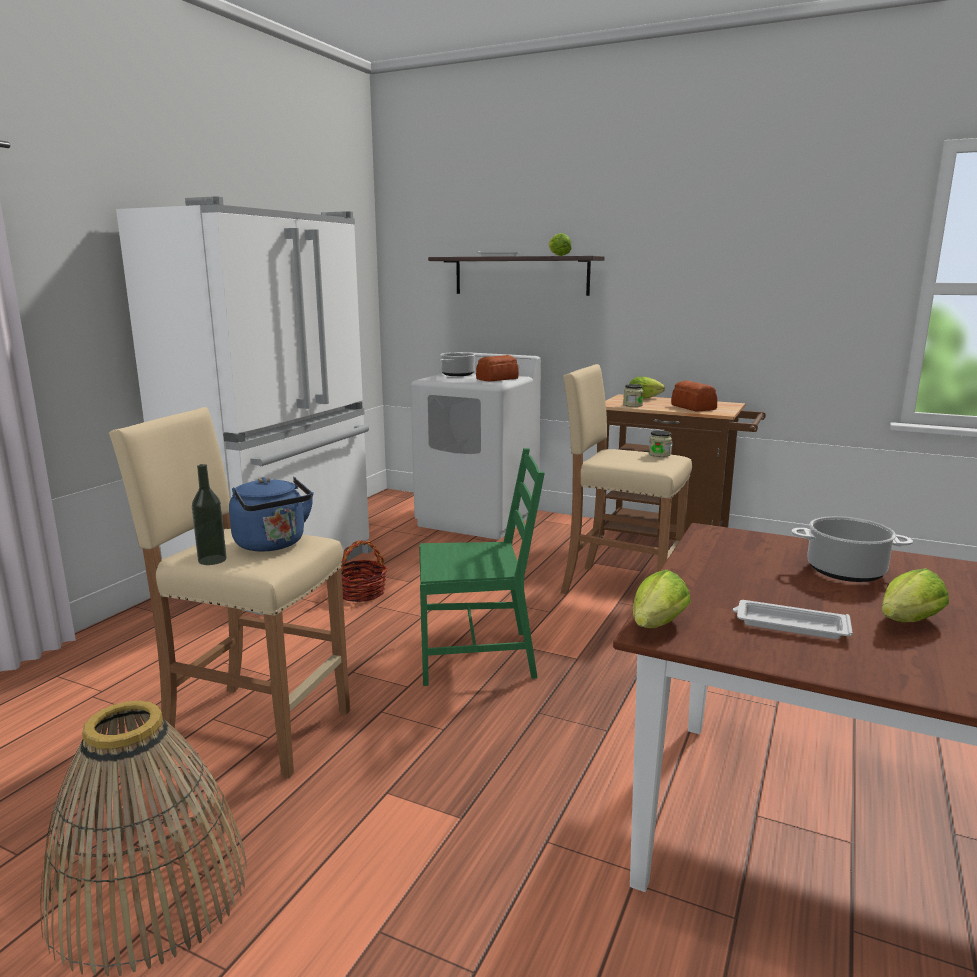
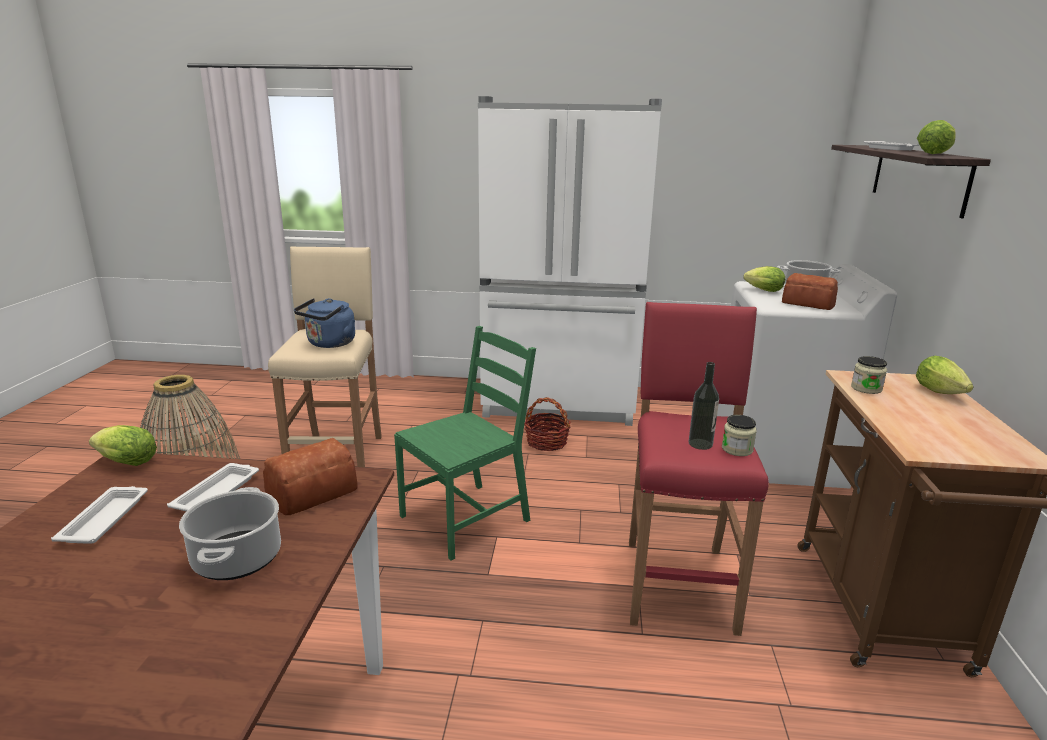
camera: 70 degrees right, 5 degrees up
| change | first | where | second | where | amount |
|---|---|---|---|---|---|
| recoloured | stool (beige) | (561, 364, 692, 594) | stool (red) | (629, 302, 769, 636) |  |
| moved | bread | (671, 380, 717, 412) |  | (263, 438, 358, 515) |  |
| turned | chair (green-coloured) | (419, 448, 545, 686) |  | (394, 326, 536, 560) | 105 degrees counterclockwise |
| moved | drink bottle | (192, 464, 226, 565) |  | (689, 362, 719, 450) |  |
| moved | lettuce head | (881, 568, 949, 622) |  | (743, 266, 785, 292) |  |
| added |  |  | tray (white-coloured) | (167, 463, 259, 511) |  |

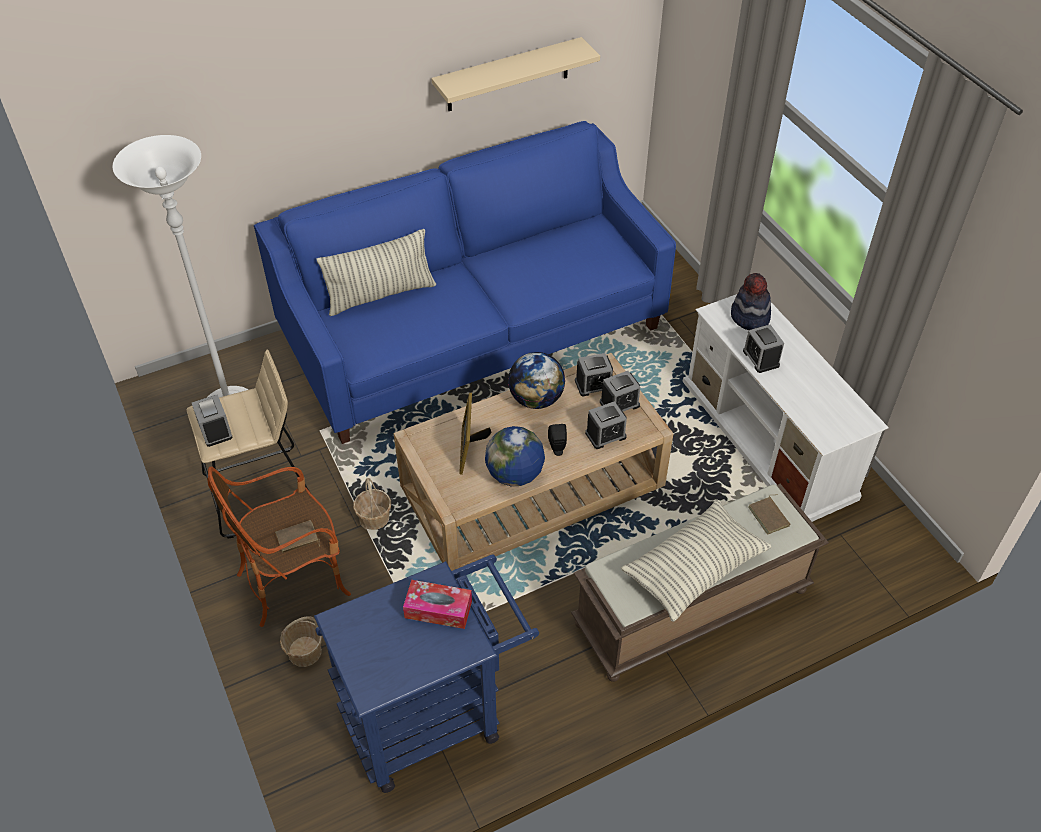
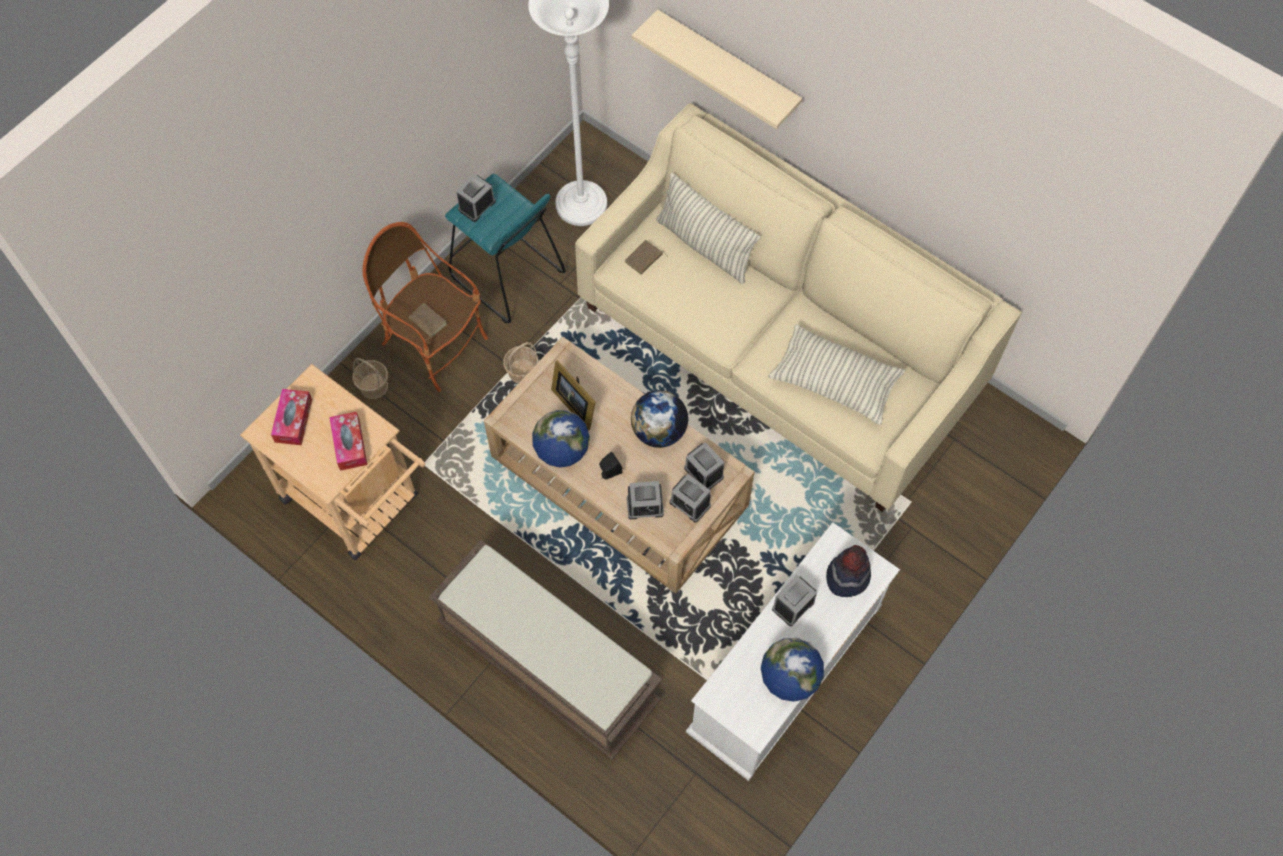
camera: 65 degrees right, 15 degrees up
| change | first | where | second | where | amount |
|---|---|---|---|---|---|
| moved | wall shelf (beige) | (431, 37, 600, 111) |  | (632, 9, 802, 129) |  |
| recoloured | sofa (blue-coloured) | (254, 121, 676, 444) | sofa (beige) | (575, 103, 1022, 512) |  |
| recoloured | stool (beige) | (187, 350, 310, 538) | stool (blue-green) | (445, 174, 566, 323) |  |
| turned | photo frame | (459, 393, 492, 475) |  | (551, 360, 596, 431) | 105 degrees counterclockwise |
| turned | bedside clock | (585, 401, 627, 449) |  | (627, 481, 664, 520) | 45 degrees counterclockwise |
| moved | bound book (brownish) | (749, 494, 790, 535) |  | (625, 240, 668, 274) |  |
| moved | pillow | (621, 499, 771, 622) |  | (769, 324, 905, 425) |  |
| recoloured | wheeled cart (blue-coloured) | (314, 554, 539, 793) | wheeled cart (beige) | (240, 364, 426, 560) |  |
| added |  |  | box of tissues | (271, 389, 312, 445) |  |
| added |  |  | world globe | (761, 638, 824, 702) |  |

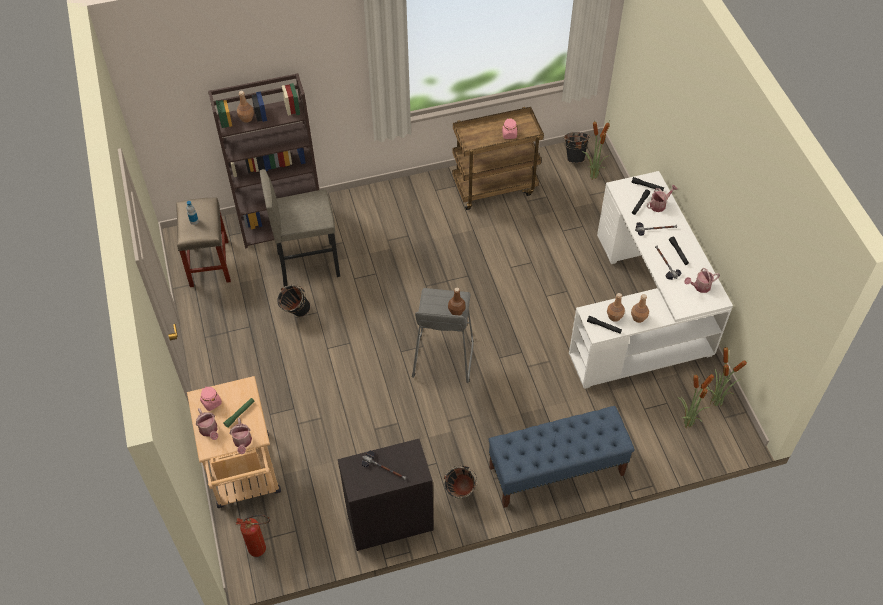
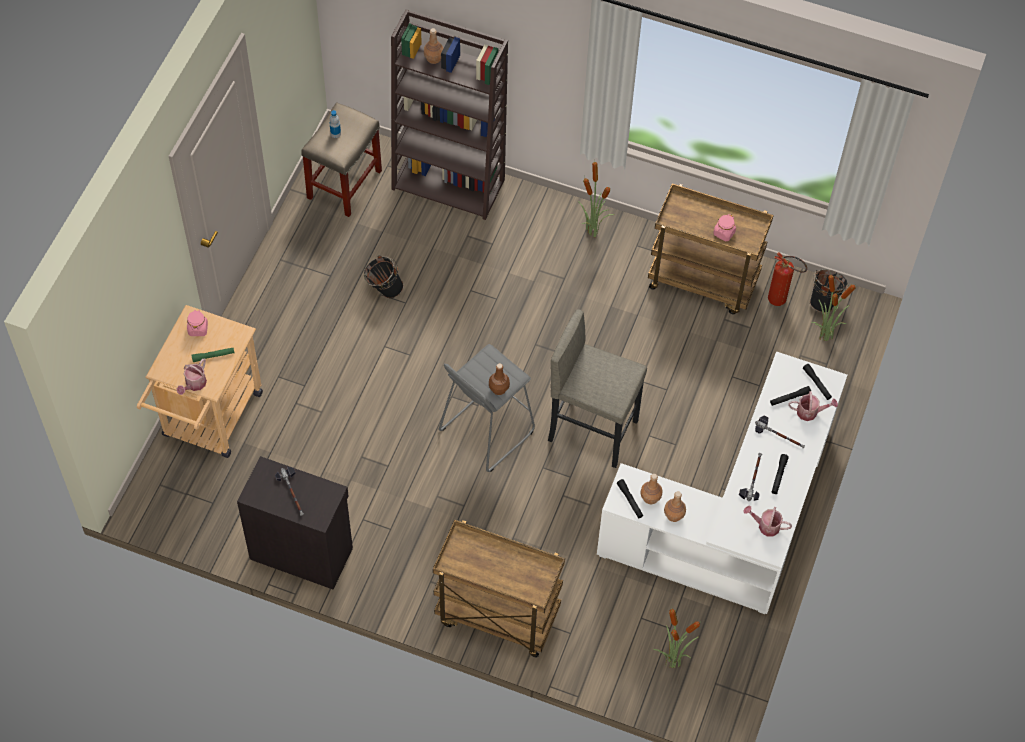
camera: 35 degrees right, 5 degrees up
| change | first | where | second | where | amount |
|---|---|---|---|---|---|
| moved | stool (grey) | (260, 169, 340, 287) |  | (548, 309, 647, 468) |  |
| moved | potted plant | (706, 347, 748, 406) |  | (578, 162, 615, 237) |  |
| replaced | indoor bench (blue-coloured) | (488, 406, 635, 508) | wheeled cart (brownish) | (433, 520, 565, 658) |  |
| removed | watering can | (196, 408, 218, 440) |  |  |  |
| removed | water bucket (black) | (444, 465, 477, 498) |  |  |  |
| moved | fire-fighting cylinder | (236, 515, 270, 557) |  | (768, 252, 807, 306) |  |

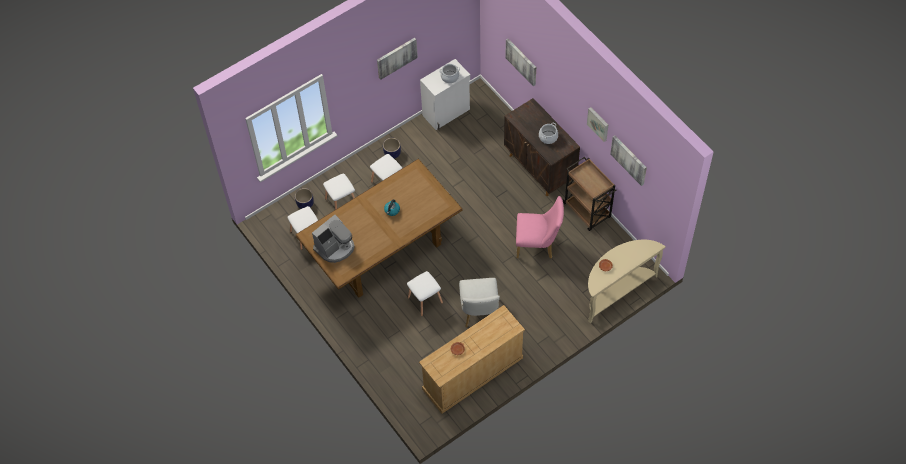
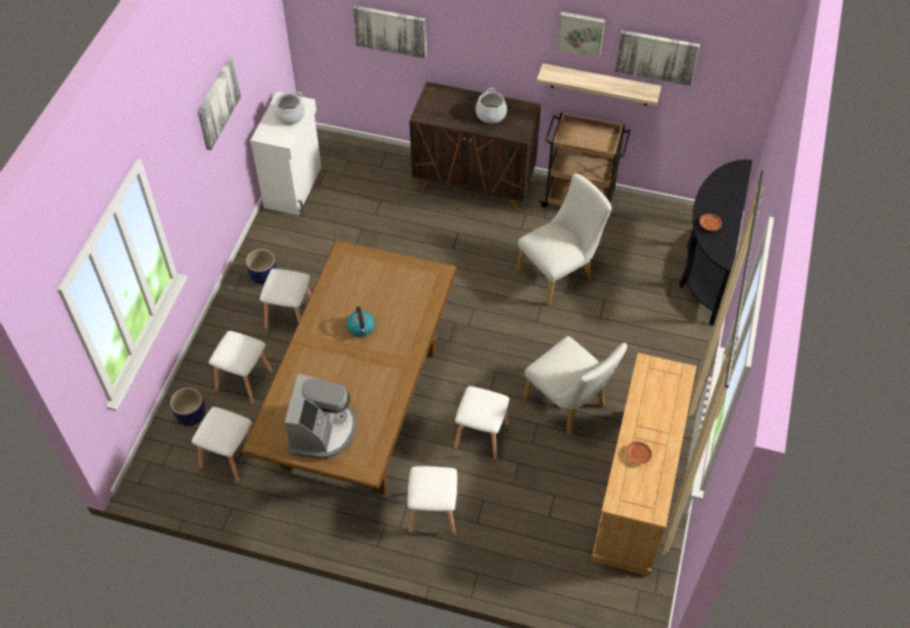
camera: 40 degrees left, 5 degrees down
| change | first | where | second | where | amount |
|---|---|---|---|---|---|
| recoloured | chair (pink-coloured) | (516, 196, 564, 258) | chair (white-coloured) | (517, 173, 612, 305) |  |
| recoloured | hall table (beige) | (588, 240, 666, 323) | hall table (black) | (679, 159, 752, 326) |  |
| added |  |  | wall shelf | (537, 63, 661, 106) |  |
| added |  |  | stool (white-coloured) | (408, 466, 458, 535) |  |

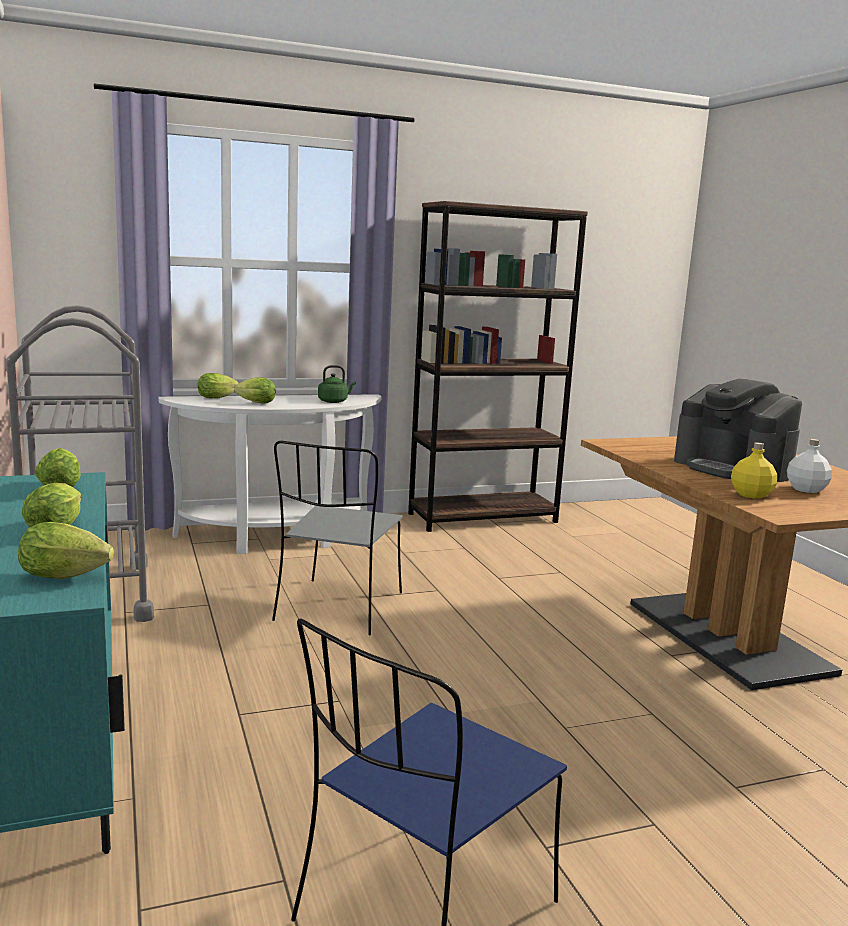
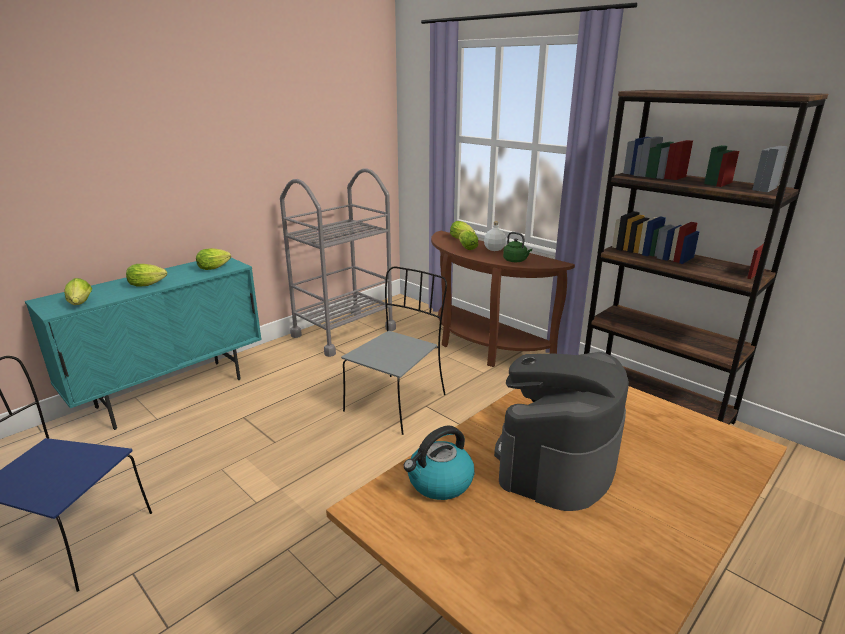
camera: 65 degrees right, 10 degrees up
| change | first | where | second | where | amount |
|---|---|---|---|---|---|
| recoloured | hall table (white-coloured) | (158, 394, 381, 554) | hall table (brownish) | (431, 231, 575, 367) |  |
| moved | drink bottle (white-coloured) | (787, 439, 832, 493) |  | (484, 222, 506, 251) |  |
| turned | chair (grey) | (272, 441, 403, 635) |  | (341, 266, 447, 435) | 135 degrees clockwise |
| replaced | drink bottle (yellow) | (731, 442, 777, 499) | water kettle | (403, 426, 475, 500) |  |

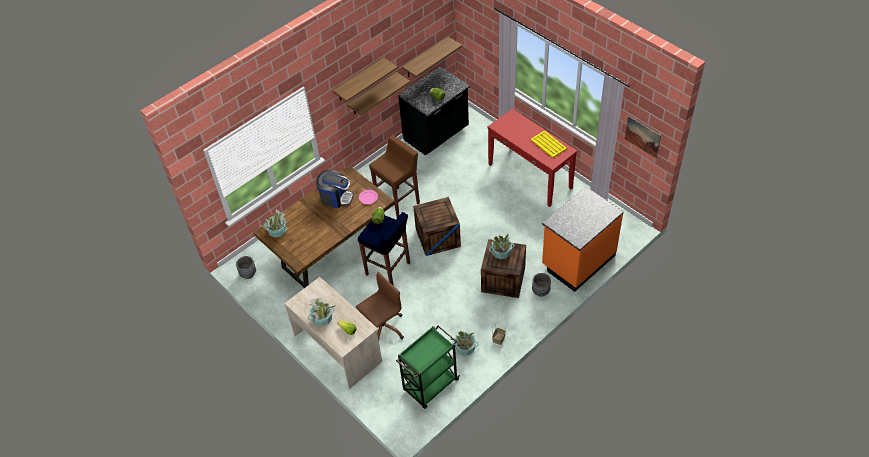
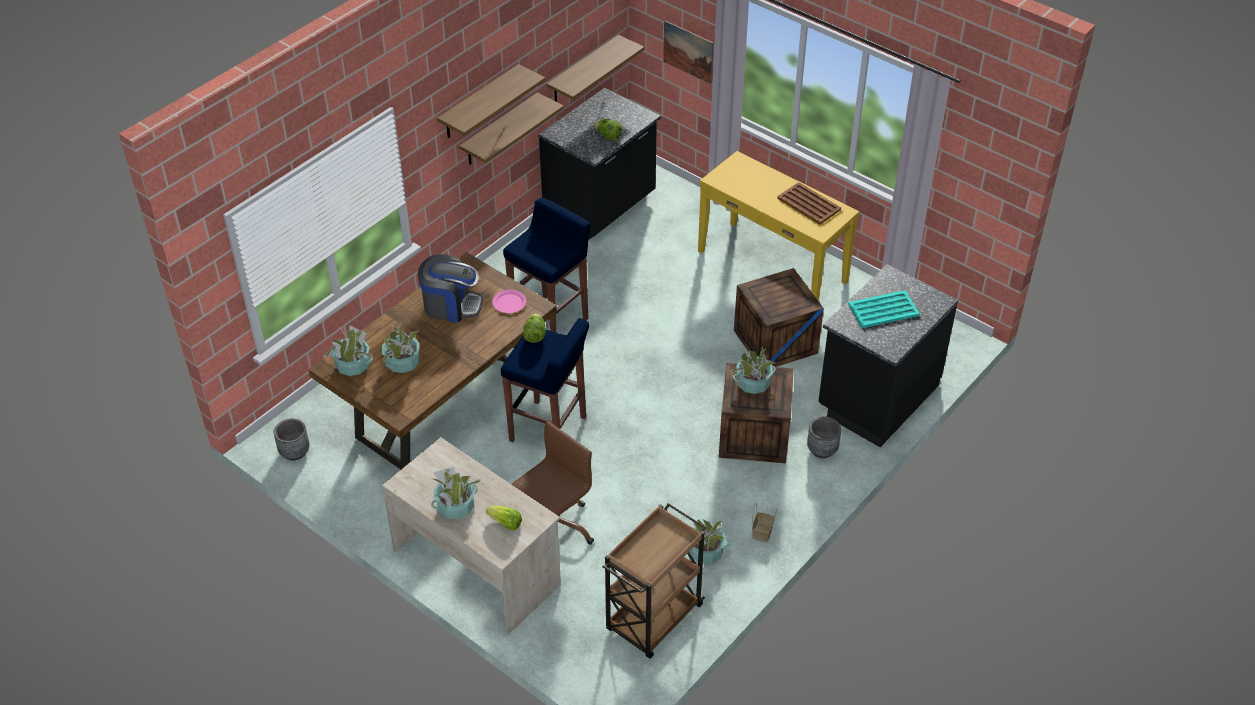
camera: 10 degrees left, 5 degrees down
| change | first | where | second | where | amount |
|---|---|---|---|---|---|
| recoloured | hall table (red) | (488, 109, 577, 207) | hall table (yellow) | (698, 151, 859, 301) |  |
| moved | wall picture | (625, 116, 661, 158) |  | (663, 20, 714, 84) |  |
| recoloured | tray (yellow) | (531, 130, 567, 158) | tray (brownish) | (777, 182, 841, 225) |  |
| recoloured | stool (brownish) | (369, 136, 420, 218) | stool (blue-coloured) | (503, 198, 591, 332) |  |
| recoloured | kitchen counter (orange-coloured) | (542, 187, 624, 292) | kitchen counter (black) | (818, 264, 958, 447) |  |
| moved | crate | (413, 197, 461, 256) |  | (734, 268, 824, 367) |  |
| recoloured | wheeled cart (green-coloured) | (396, 326, 460, 409) | wheeled cart (brownish) | (602, 503, 706, 659) |  |
| added |  |  | tray (blue-green) | (848, 290, 920, 328) |  |
| added |  |  | potted plant | (382, 324, 419, 373) |  |

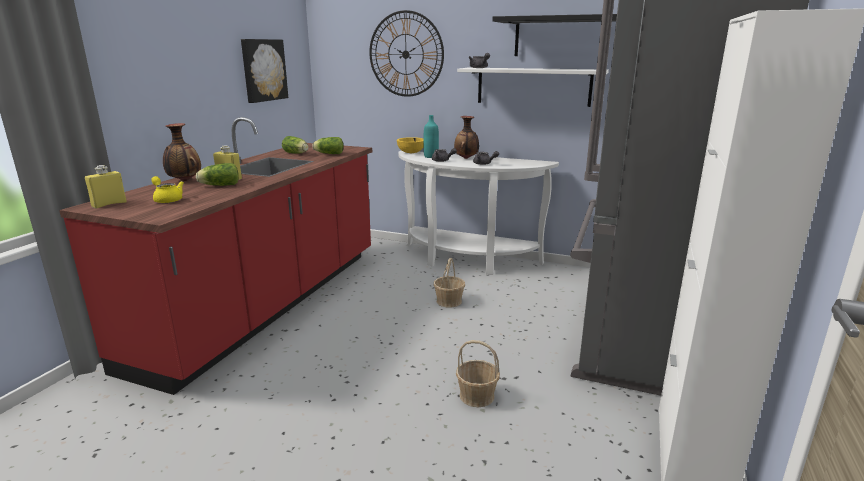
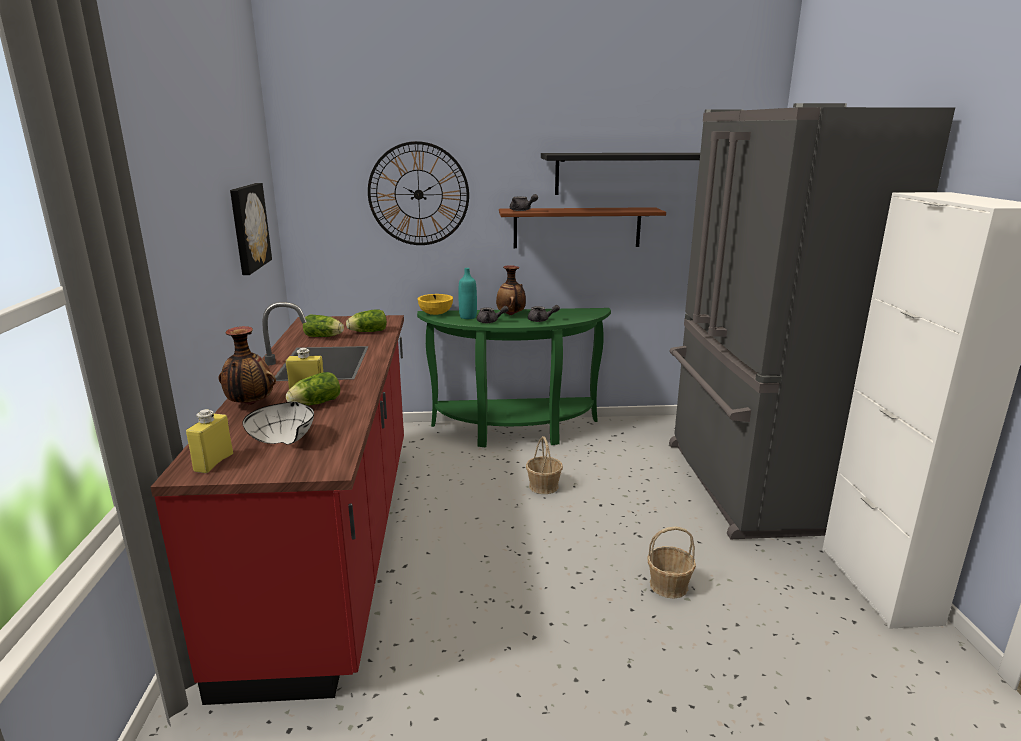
camera: 25 degrees left, 0 degrees up
| change | first | where | second | where | amount |
|---|---|---|---|---|---|
| recoloured | wall shelf (white-coloured) | (457, 68, 609, 107) | wall shelf (brownish) | (499, 207, 666, 248) |  |
| recoloured | hall table (white-coloured) | (399, 150, 559, 275) | hall table (green-coloured) | (417, 308, 611, 447) |  |
| replaced | pot for tea (yellow) | (151, 176, 184, 203) | serving bowl (white-coloured) | (243, 402, 314, 445) |  |

